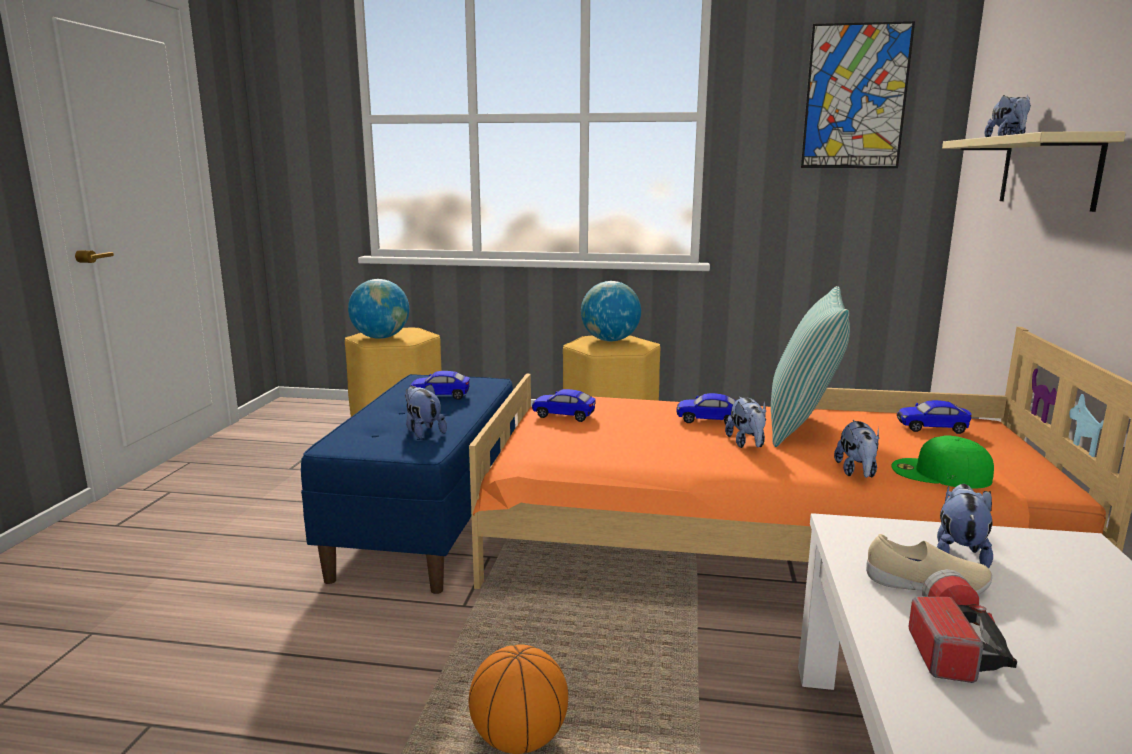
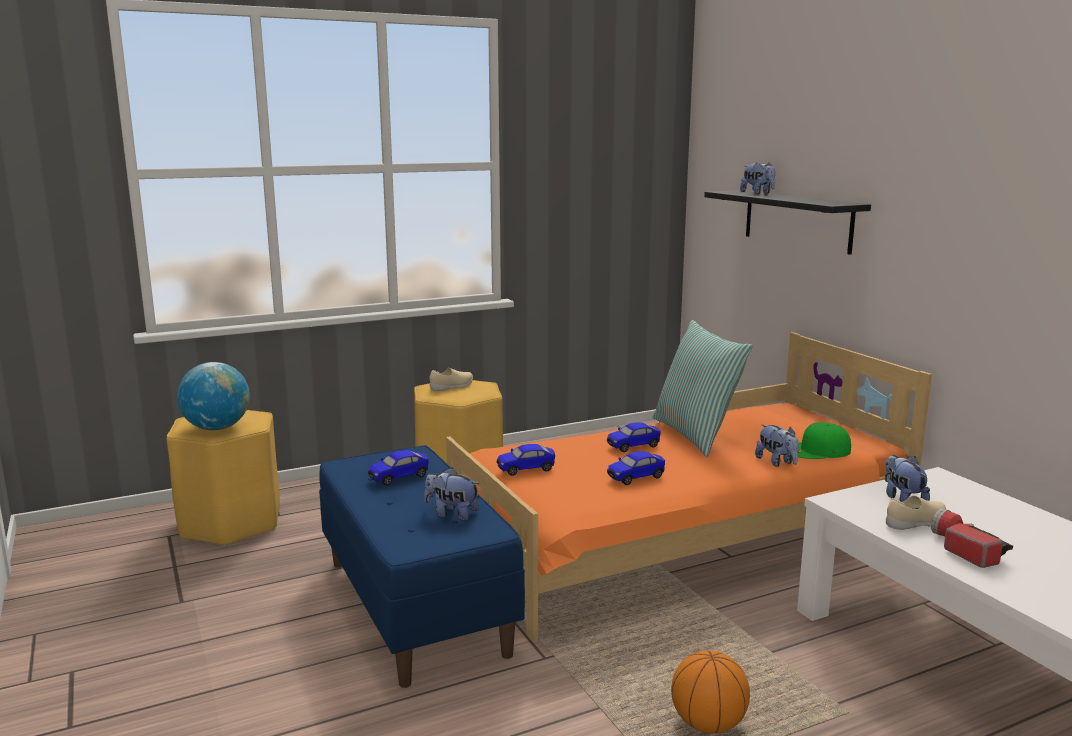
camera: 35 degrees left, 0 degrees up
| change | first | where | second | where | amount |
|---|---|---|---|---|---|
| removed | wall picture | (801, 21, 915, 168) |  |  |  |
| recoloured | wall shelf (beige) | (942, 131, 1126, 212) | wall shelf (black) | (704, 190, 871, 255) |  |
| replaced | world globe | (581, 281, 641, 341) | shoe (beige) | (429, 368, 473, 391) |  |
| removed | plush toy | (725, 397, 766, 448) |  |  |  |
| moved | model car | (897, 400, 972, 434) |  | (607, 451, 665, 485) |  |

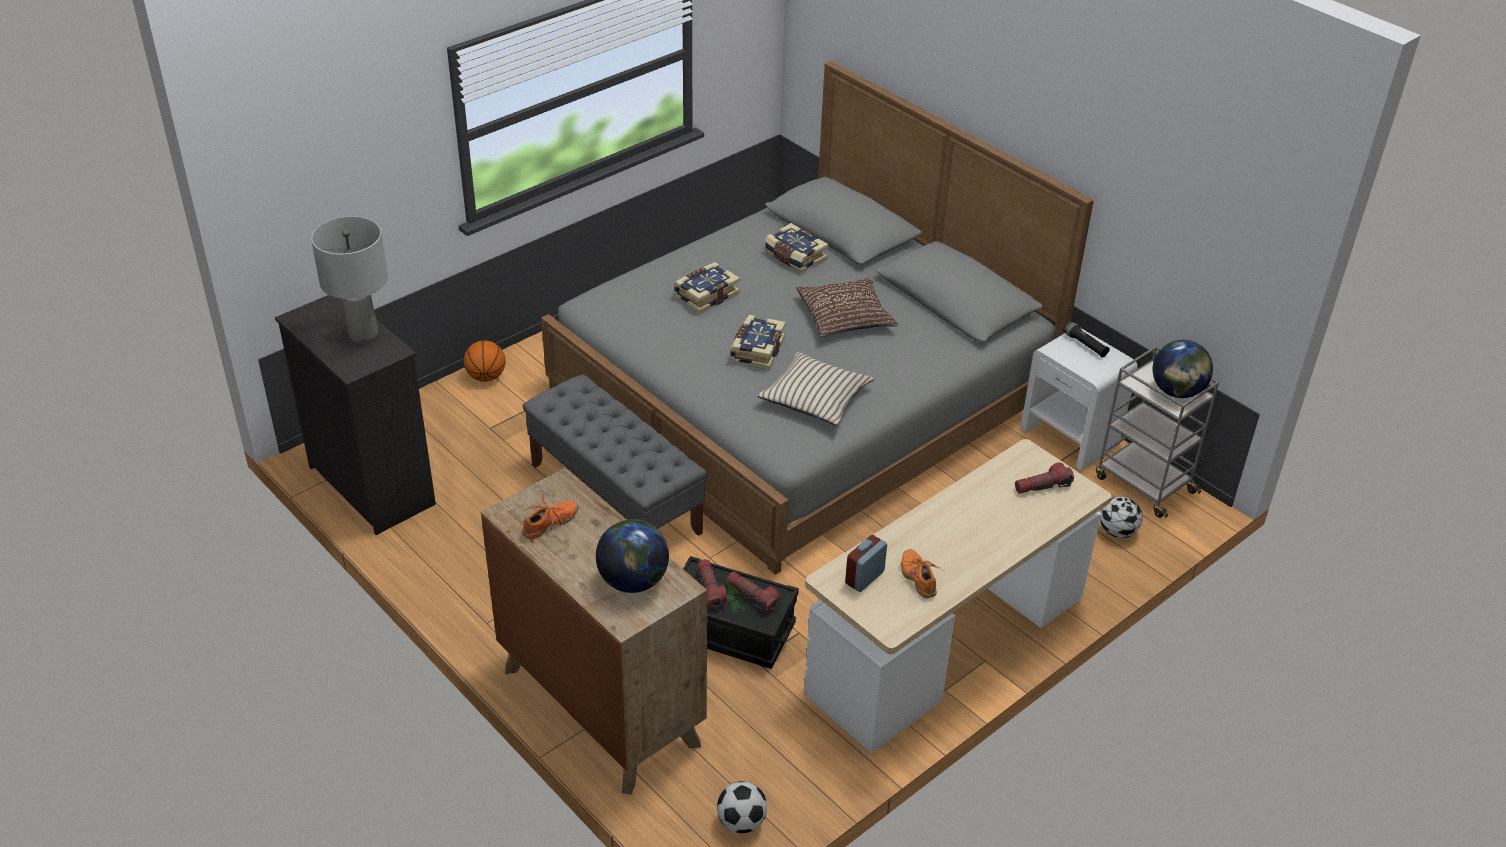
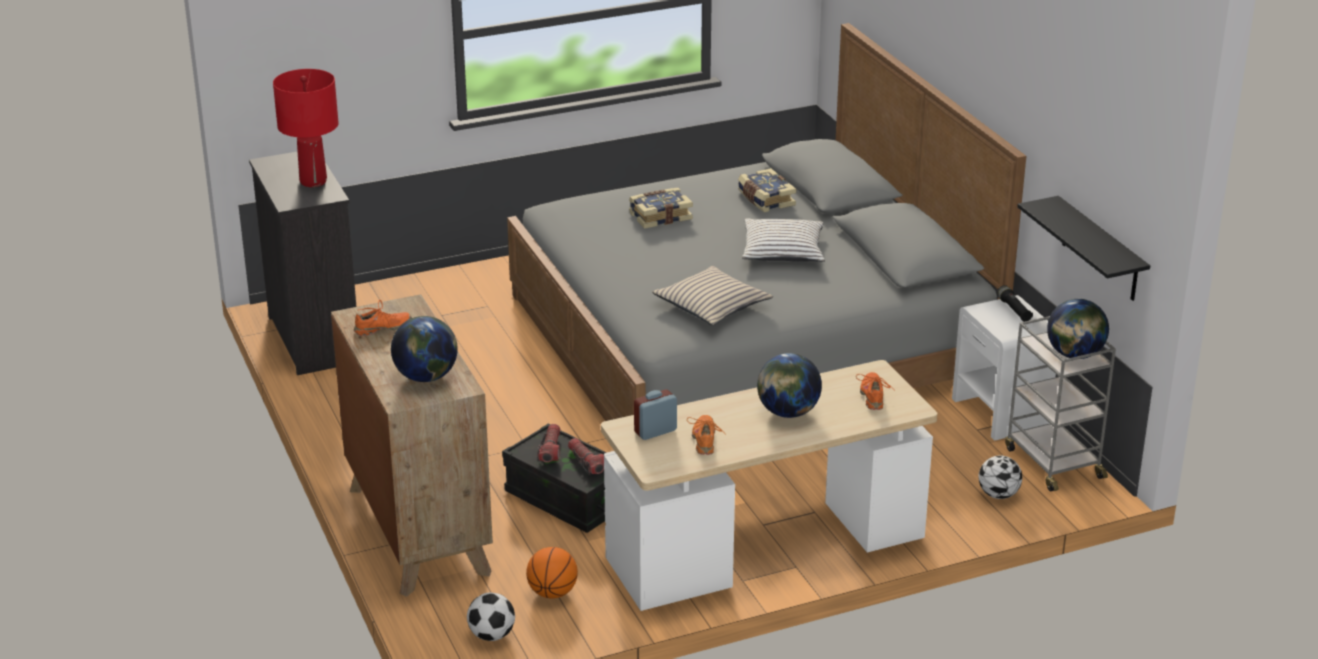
camera: 20 degrees right, 10 degrees down
| change | first | where | second | where | amount |
|---|---|---|---|---|---|
| recoloured | table lamp (grey) | (311, 216, 388, 344) | table lamp (red) | (273, 69, 339, 187) |  |
| recoloured | pillow (brownish) | (797, 278, 898, 337) | pillow (white-coloured) | (742, 218, 825, 262) |  |
| removed | bound book | (730, 315, 786, 370) |  |  |  |
| moved | ball for basketball | (464, 340, 506, 382) |  | (526, 547, 578, 598) |  |
| removed | indoor bench (grey) | (523, 374, 707, 536) |  |  |  |
| replaced | flashlight | (1015, 462, 1074, 494) | shoe (orange-coloured) | (856, 372, 895, 410) |  |
| added |  |  | wall shelf (black) | (1017, 196, 1150, 301) |  |
| added |  |  | world globe | (757, 353, 822, 418) |  |

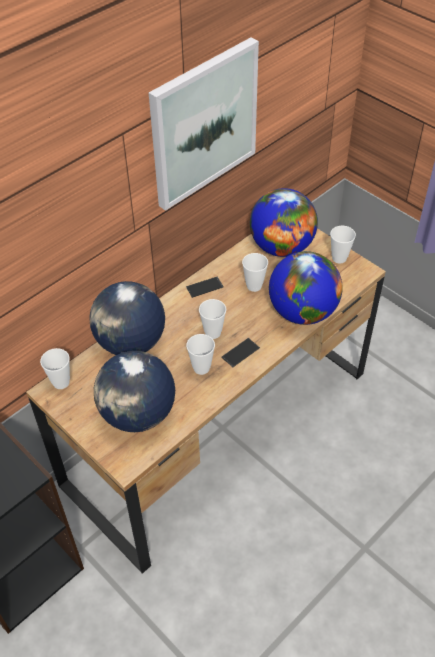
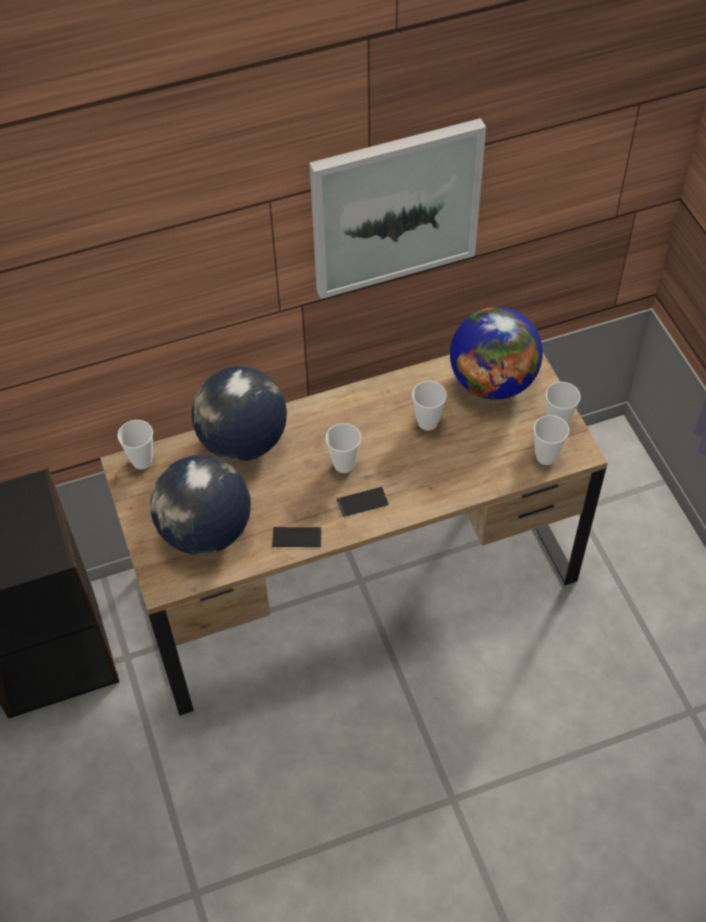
camera: 25 degrees right, 5 degrees up
| change | first | where | second | where | amount |
|---|---|---|---|---|---|
| removed | world globe | (269, 251, 343, 325) |  |  |  |
| moved | handset | (186, 277, 224, 298) |  | (272, 527, 322, 547) |  |
| moved | cup | (186, 334, 215, 375) |  | (533, 415, 569, 465) |  |

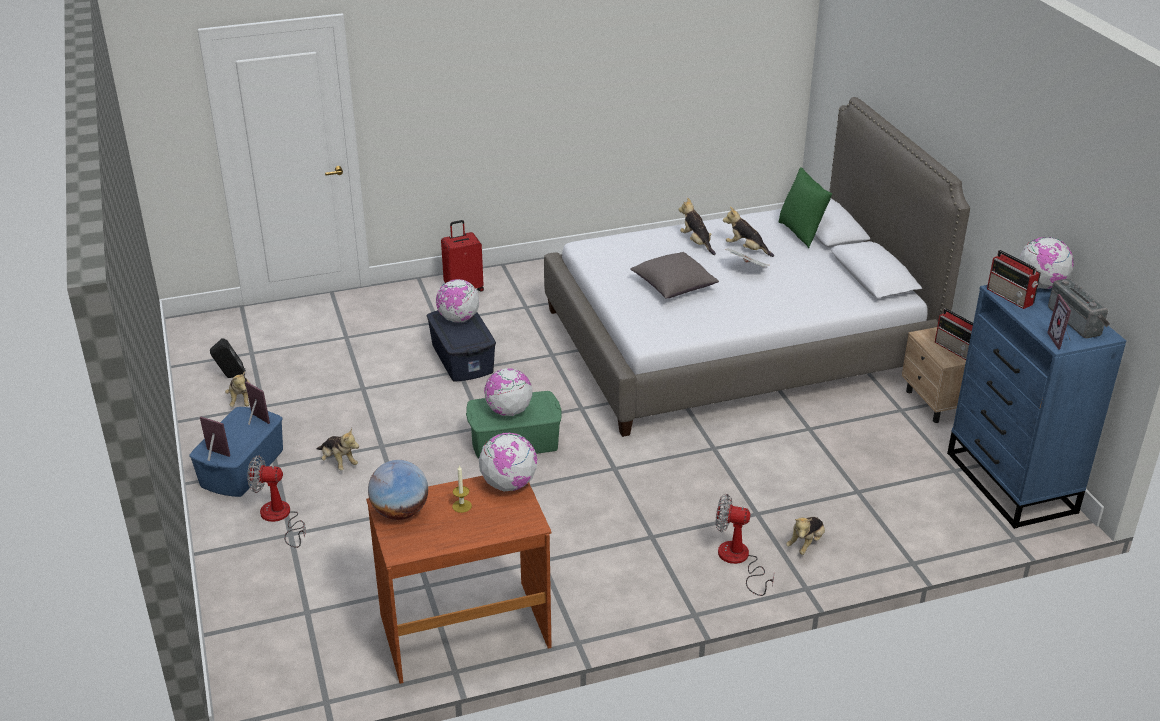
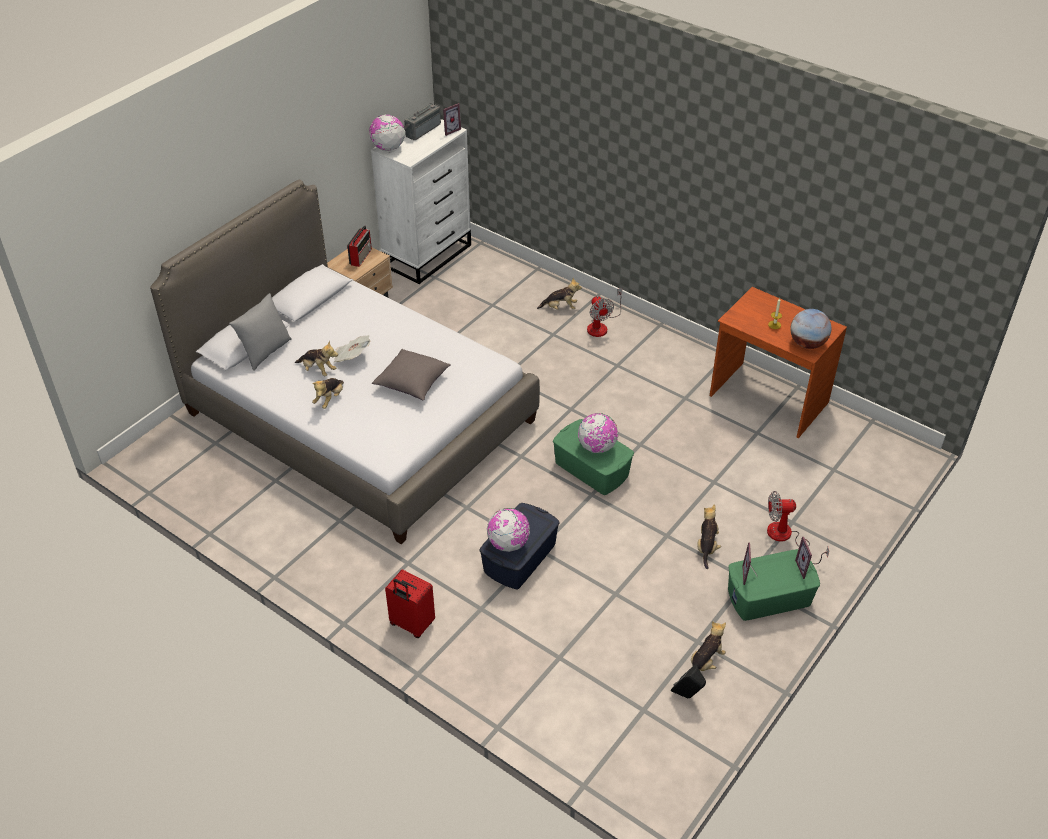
camera: 125 degrees left, 10 degrees up
| change | first | where | second | where | amount |
|---|---|---|---|---|---|
| recoloured | pillow (green-coloured) | (779, 167, 832, 248) | pillow (grey) | (229, 293, 292, 371) |  |
| turned | plush toy | (723, 207, 774, 257) |  | (295, 341, 338, 376) | 60 degrees counterclockwise |
| removed | radio receiver | (987, 250, 1041, 309) |  |  |  |
| recoloured | drawer chest (blue-coloured) | (947, 285, 1126, 529) | drawer chest (white-coloured) | (371, 119, 471, 284) |  |
| recoloured | storage container (blue-coloured) | (189, 407, 283, 497) | storage container (green-coloured) | (728, 549, 820, 621) |  |
| removed | world globe | (479, 433, 537, 491) |  |  |  |
| turned | electric fan | (247, 455, 306, 548) |  | (767, 491, 829, 564) | 120 degrees clockwise |

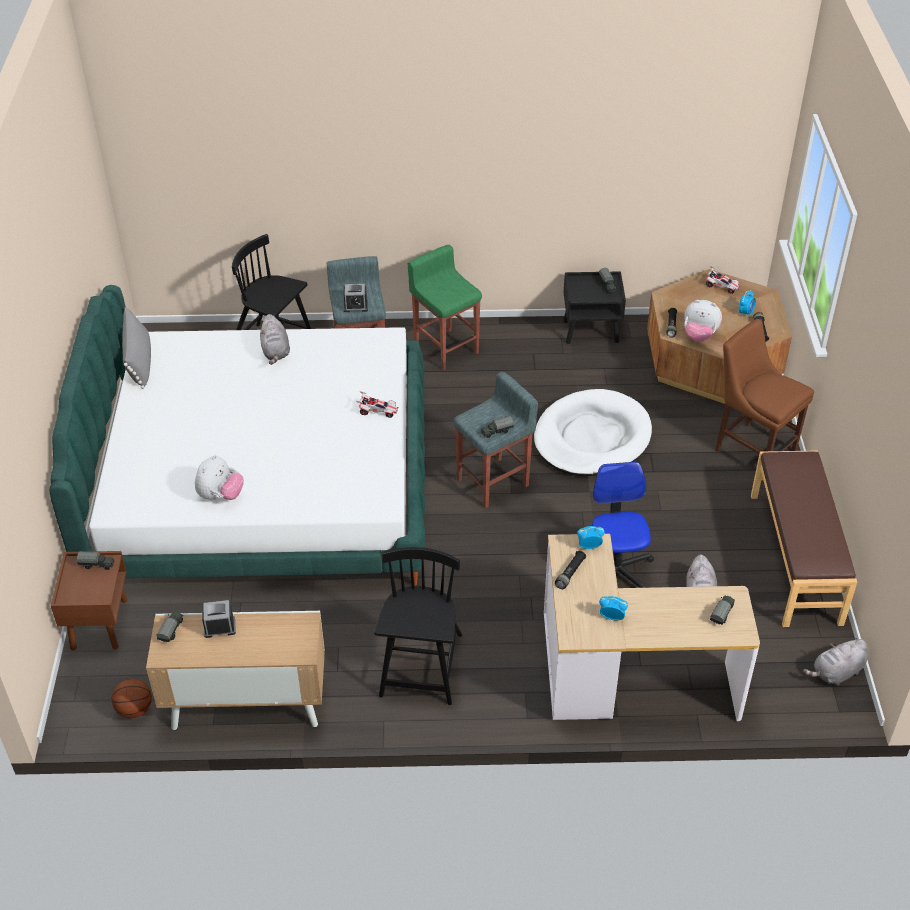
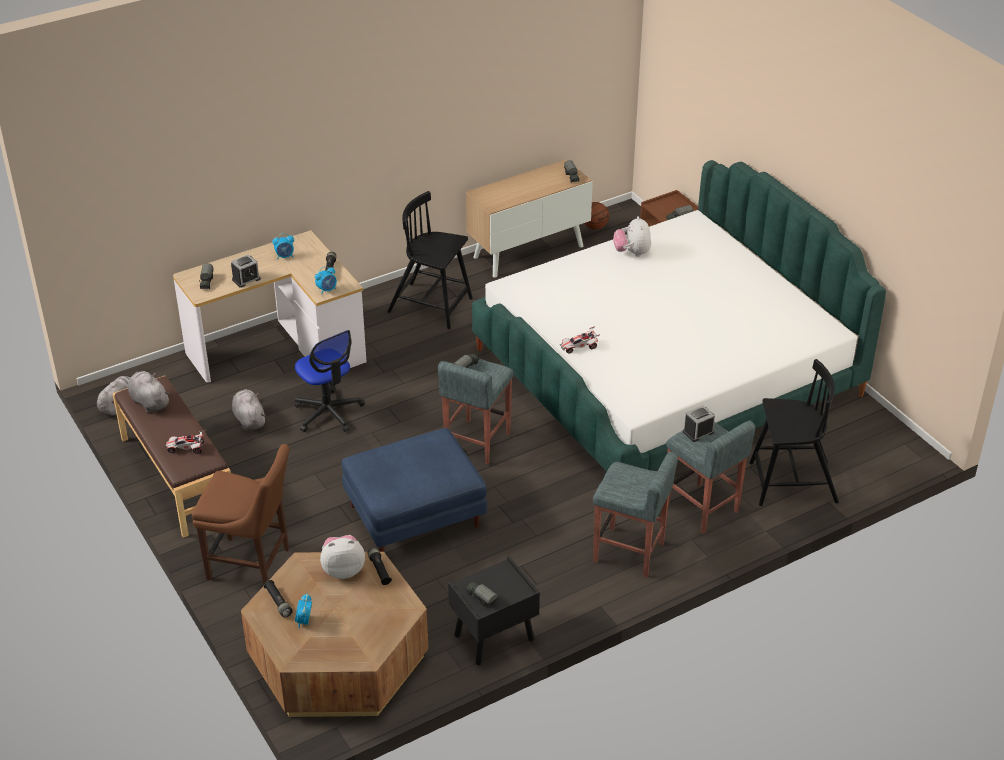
camera: 150 degrees right, 5 degrees down
| change | first | where | second | where | amount |
|---|---|---|---|---|---|
| recoloured | stool (green-coloured) | (408, 245, 482, 371) | stool (grey) | (593, 452, 678, 577) |  |
| moved | model car | (705, 266, 741, 294) |  | (165, 430, 205, 454) |  |
| removed | pillow (grey) | (122, 307, 151, 389) |  |  |  |
| moved | plush toy (grey) | (260, 314, 290, 365) |  | (128, 371, 170, 413) |  |
| replaced | dog cushion (white-coloured) | (534, 389, 652, 476) | footrest (blue-coloured) | (341, 428, 487, 552) |  |
| turned | chair (black) | (374, 547, 462, 705) |  | (387, 191, 473, 329) | 135 degrees clockwise |
| moved | bedside clock | (202, 600, 236, 638) |  | (231, 255, 261, 288) |  |

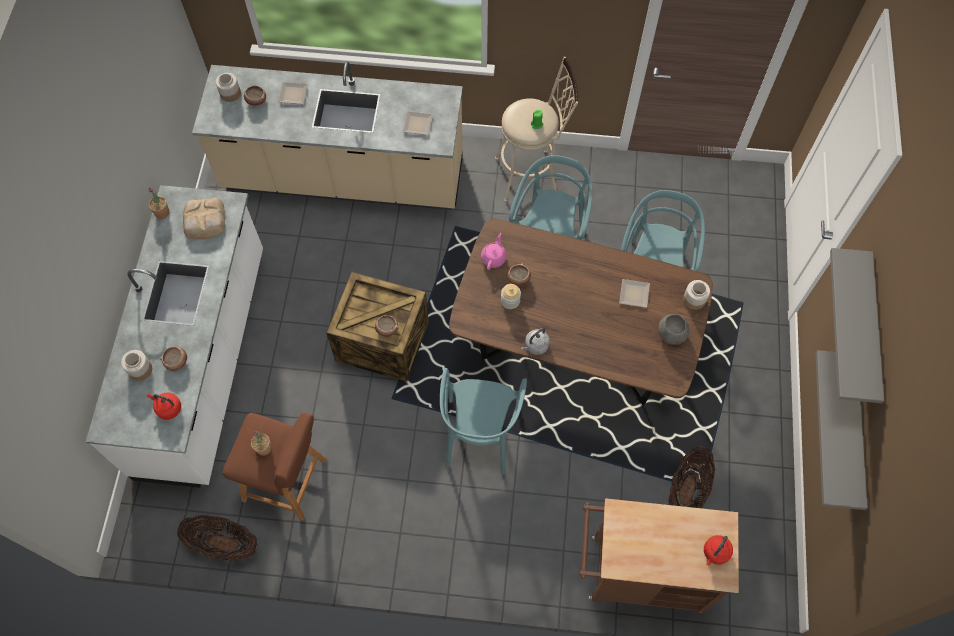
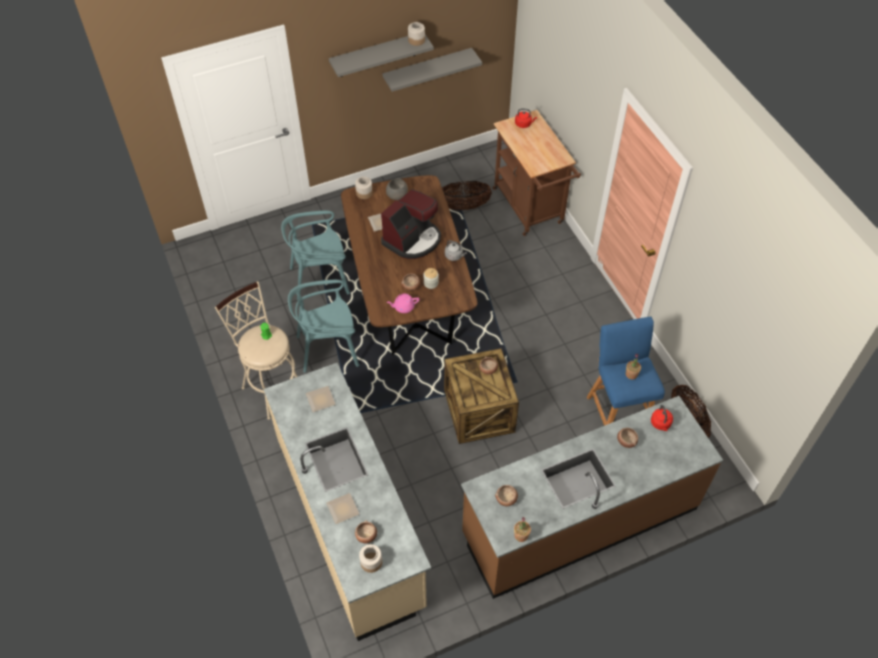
camera: 120 degrees left, 10 degrees down
| change | first | where | second | where | amount |
|---|---|---|---|---|---|
| recoloured | kitchen counter (white-coloured) | (86, 185, 263, 488) | kitchen counter (brownish) | (461, 396, 723, 599) |  |
| replaced | bread | (183, 198, 225, 239) | serving bowl | (495, 485, 518, 506) |  |
| moved | jar | (121, 350, 152, 381) |  | (408, 22, 425, 46) |  |
| removed | chair (blue-green) | (440, 368, 527, 475) |  |  |  |
| recoloured | stool (brownish) | (223, 413, 327, 521) | stool (blue-coloured) | (587, 317, 665, 426) |  |
| added |  |  | coffee machine | (381, 189, 441, 259) |  |

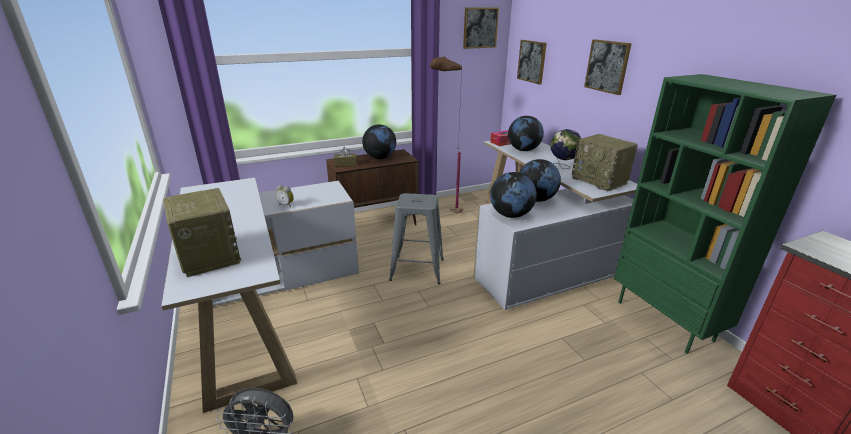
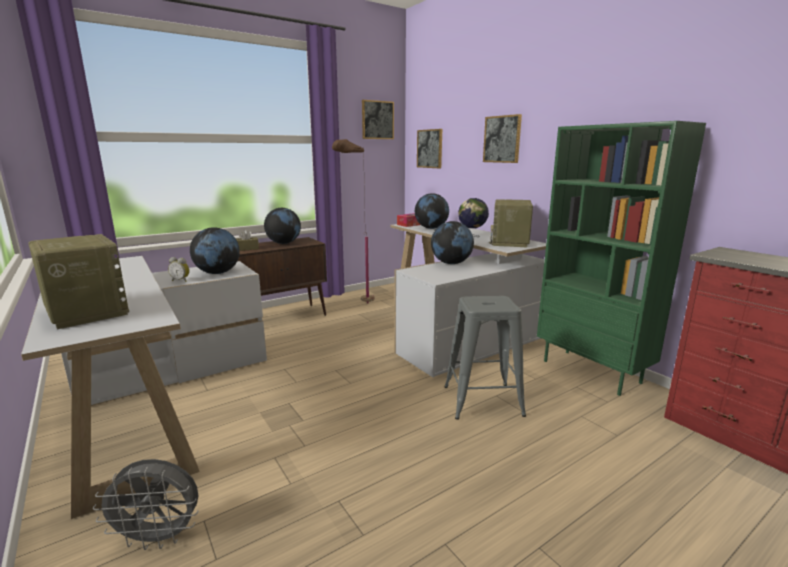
camera: 10 degrees left, 10 degrees down
| change | first | where | second | where | amount |
|---|---|---|---|---|---|
| turned | radio receiver | (572, 134, 638, 191) |  | (489, 199, 533, 247) | 60 degrees clockwise |
| moved | world globe | (490, 172, 537, 218) |  | (190, 227, 240, 274) |  |
| moved | stool (grey) | (389, 193, 444, 284) |  | (444, 296, 526, 420) |  |

